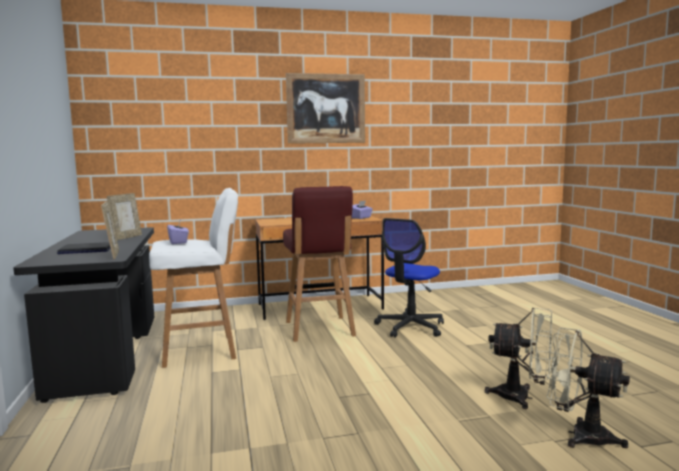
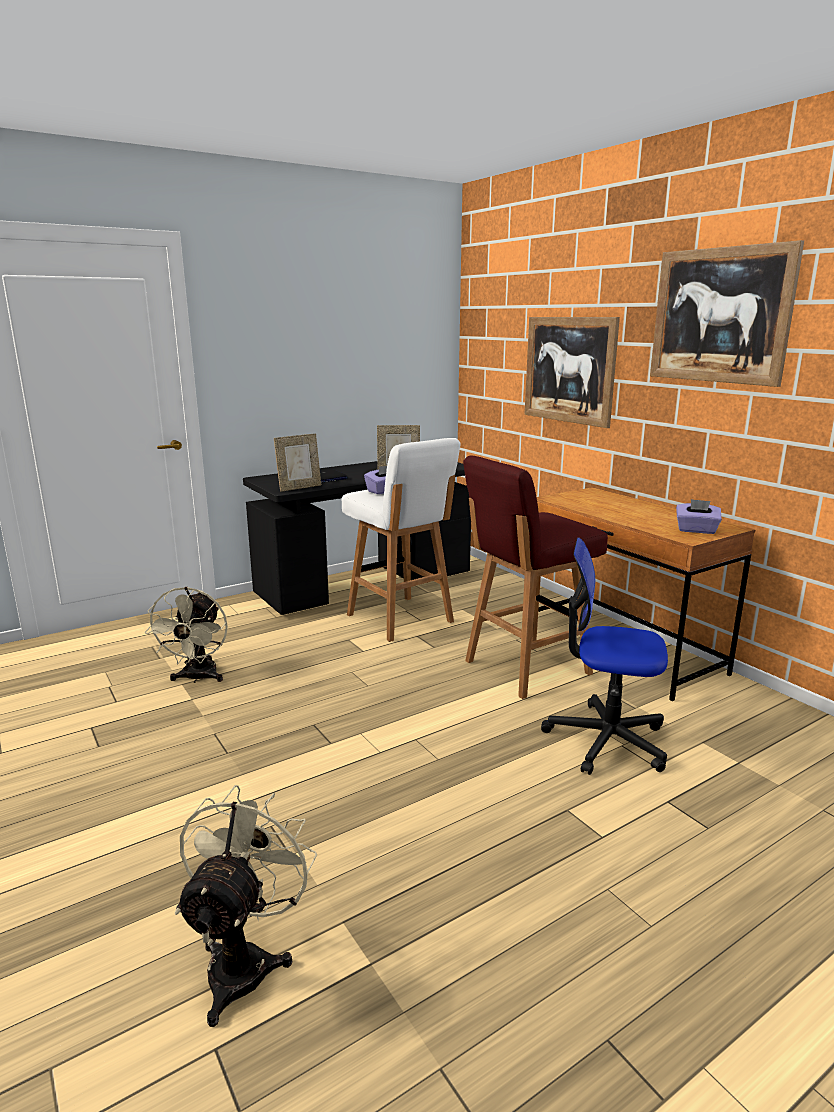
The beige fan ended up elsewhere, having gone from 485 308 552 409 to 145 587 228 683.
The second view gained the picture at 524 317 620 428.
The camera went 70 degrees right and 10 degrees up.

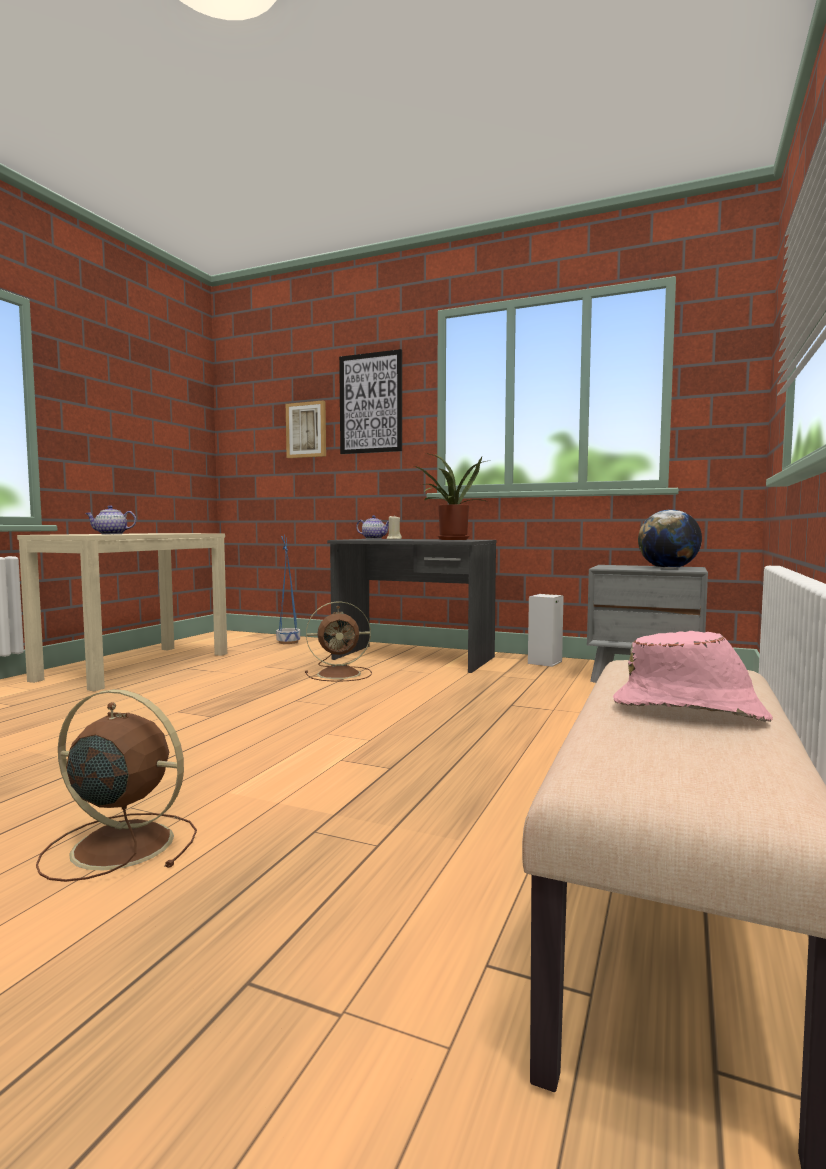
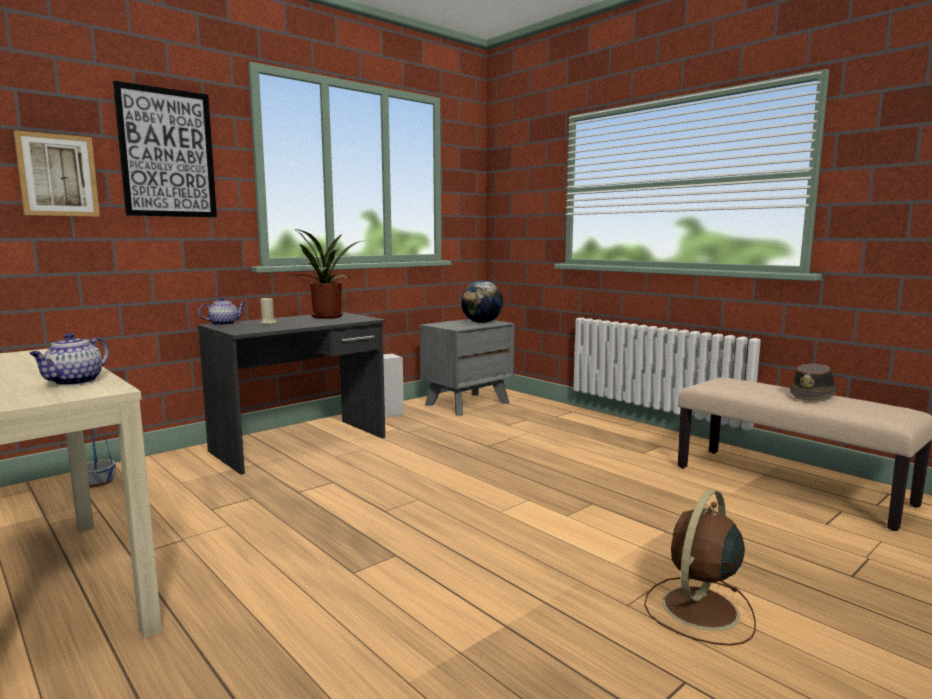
The second view lost the brown fan at 305 601 372 682.
What was the pink hat at 613 631 773 722 turned into the brown hat at 790 364 838 400.
The camera went 65 degrees left and 5 degrees up.

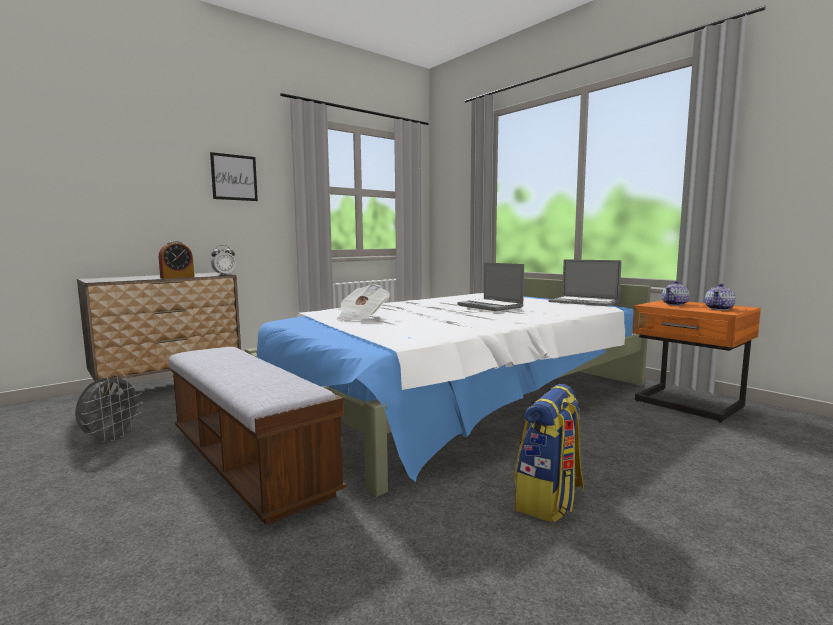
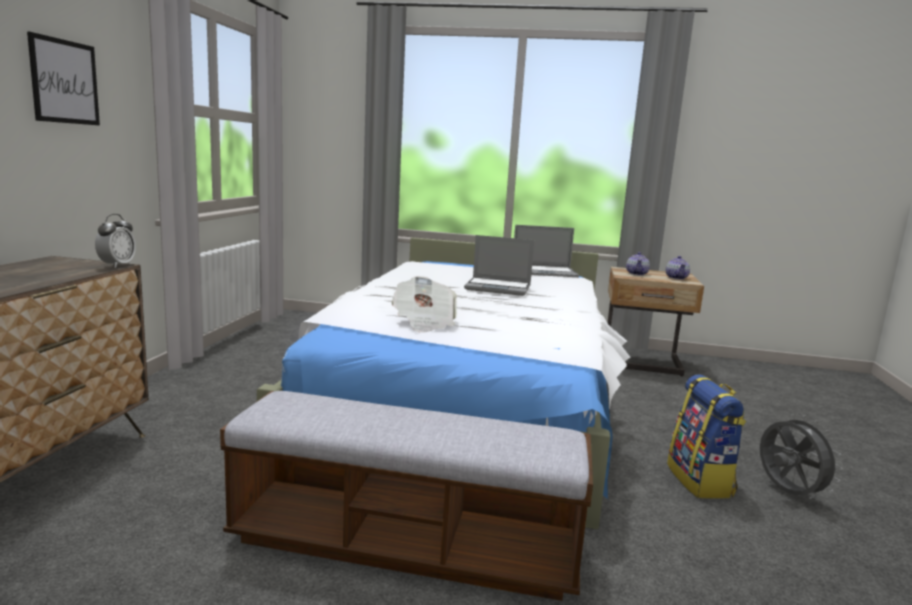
The grey fan ended up elsewhere, having gone from 75 374 143 442 to 760 415 843 498.
The second view lost the alarm clock at 159 241 194 278.
What was the orange nightstand at 632 300 761 423 turned into the beige nightstand at 607 267 704 376.
The camera went 40 degrees left and 5 degrees up.

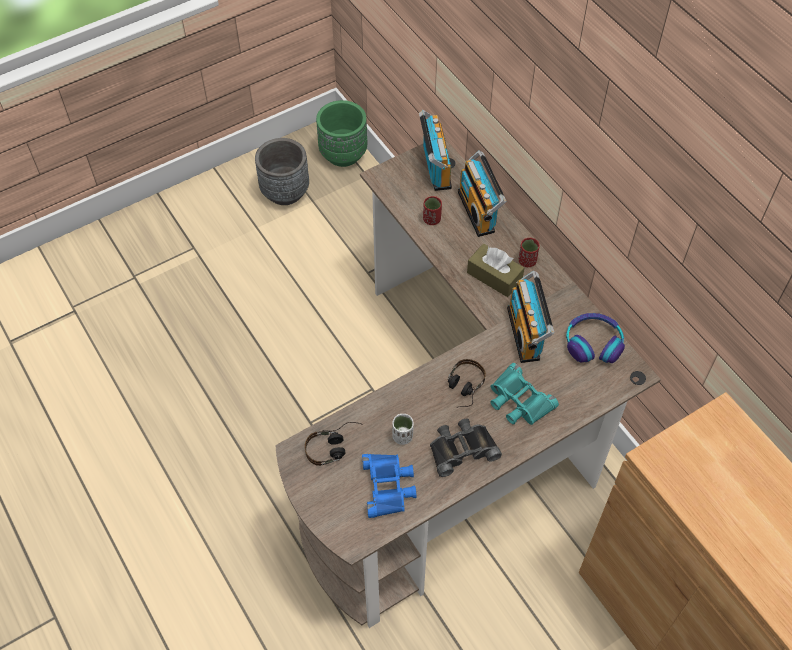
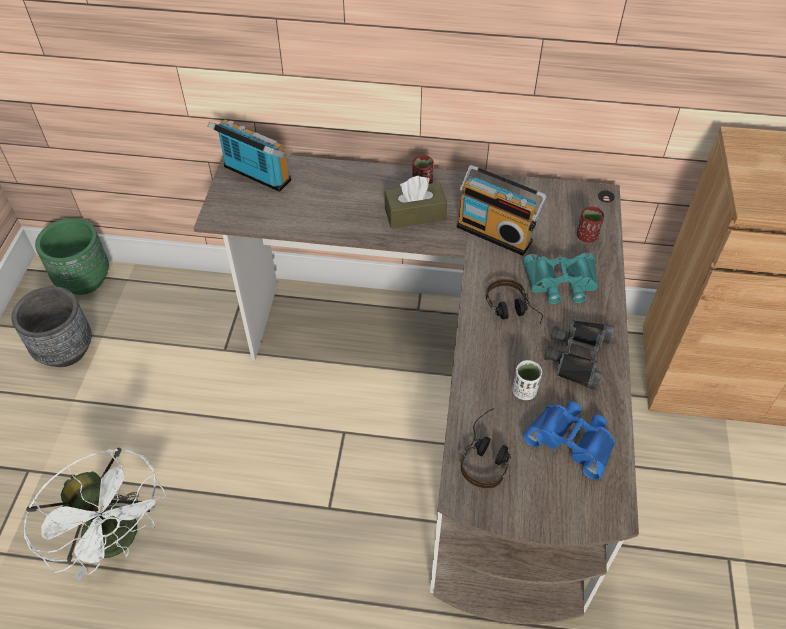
The red cup ended up elsewhere, having gone from 423 196 442 225 to 577 207 604 243.
The second view lost the radio at 458 150 506 237.
The second view lost the headphones at 566 313 625 363.
The second view gained the white fan at 24 448 166 580.
The camera went 50 degrees left and 5 degrees down.

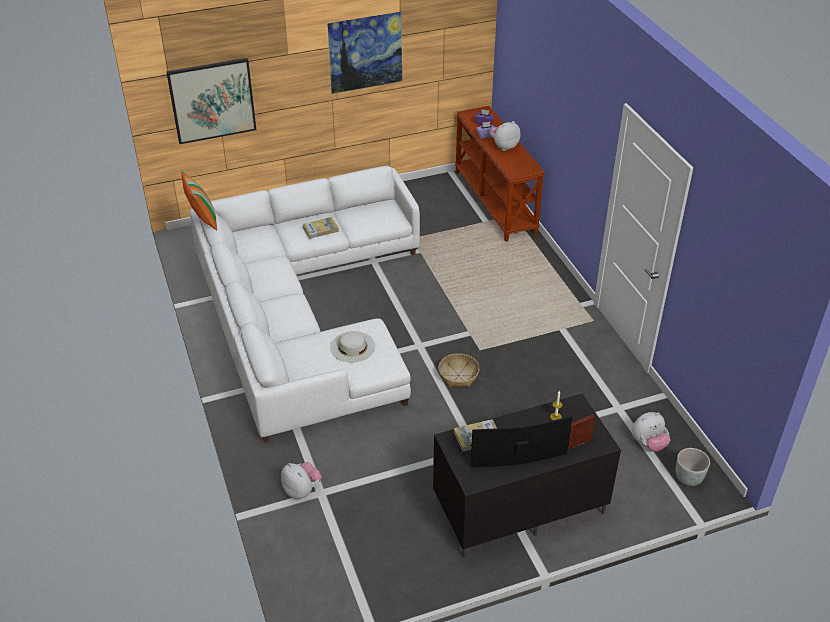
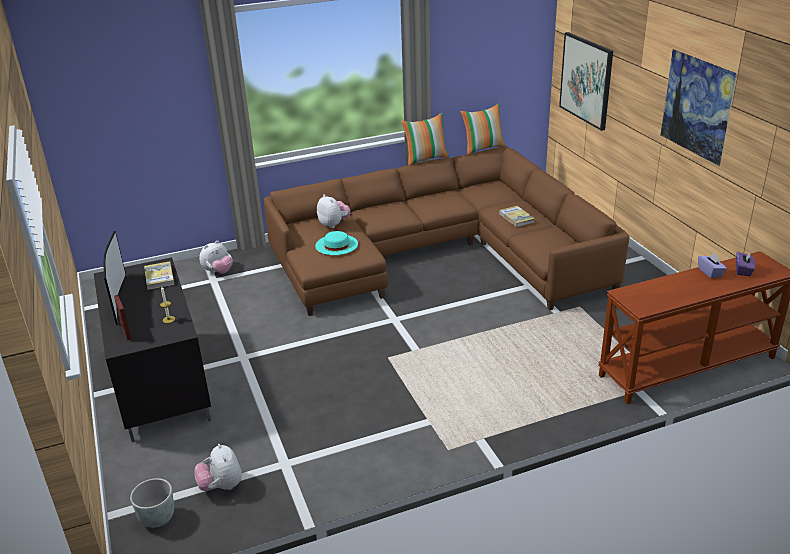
What was the white sofa at 190 166 420 443 turned into the brown sofa at 264 146 629 316.
What was the white hat at 330 331 375 362 turned into the turquoise hat at 315 231 358 255.
The second view lost the basket at 438 353 479 387.
The plush toy ended up elsewhere, having gone from 490 121 520 151 to 317 194 351 229.
The second view gained the pillow at 401 113 449 166.
The camera went 90 degrees right and 10 degrees down.

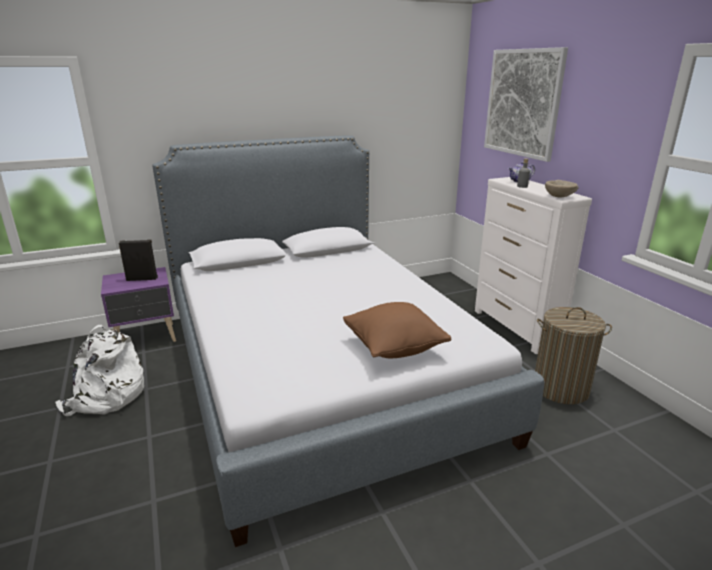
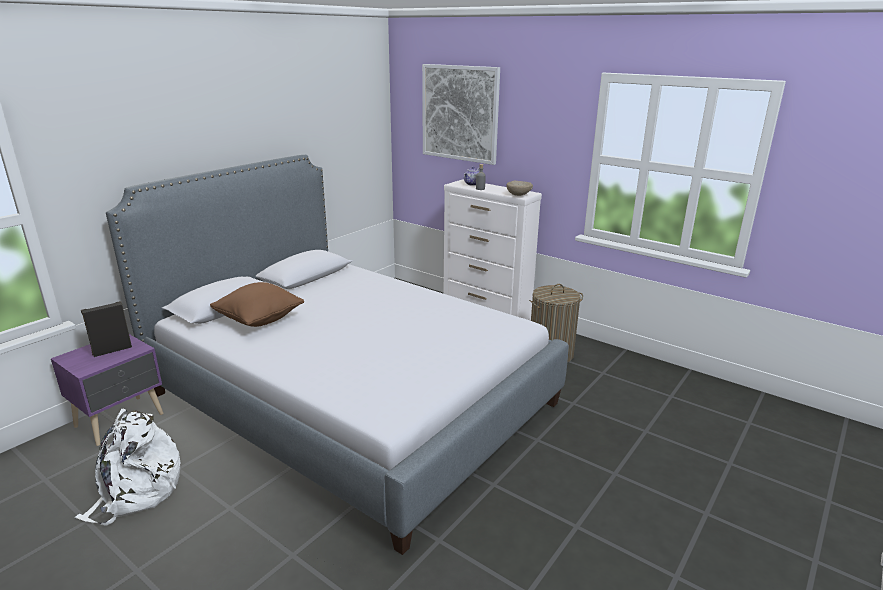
The brown pillow ended up elsewhere, having gone from 343 302 451 358 to 210 282 304 327.
The camera went 30 degrees left and 0 degrees up.

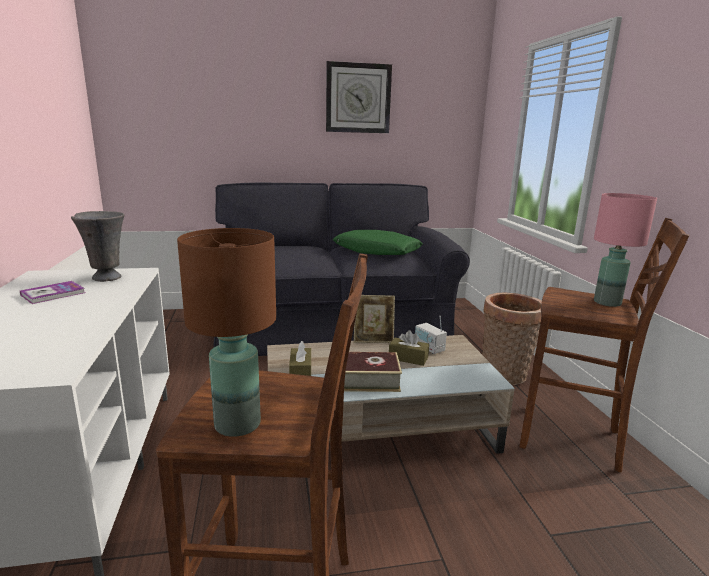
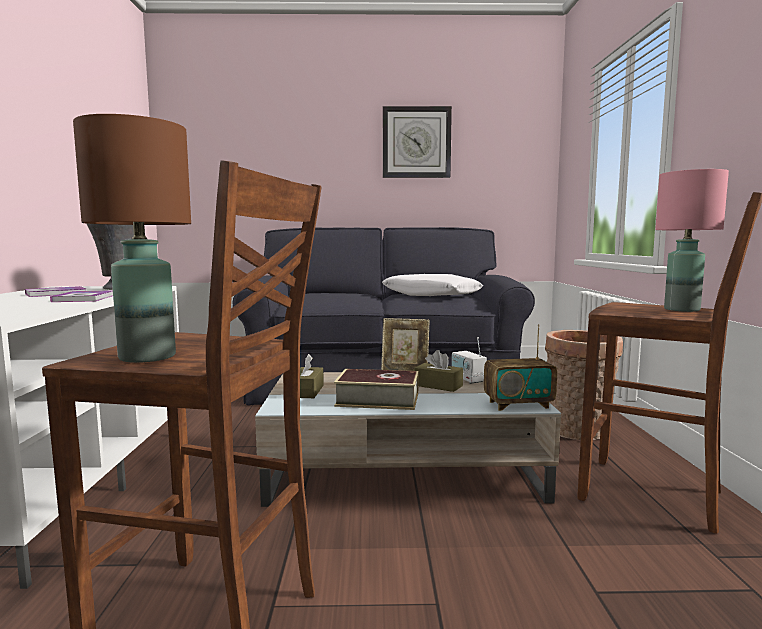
What was the green pillow at 333 230 423 255 turned into the white pillow at 382 274 483 296.
The second view gained the book at 50 290 113 302.
The second view gained the radio at 484 324 557 411.
The camera went 10 degrees right and 10 degrees down.

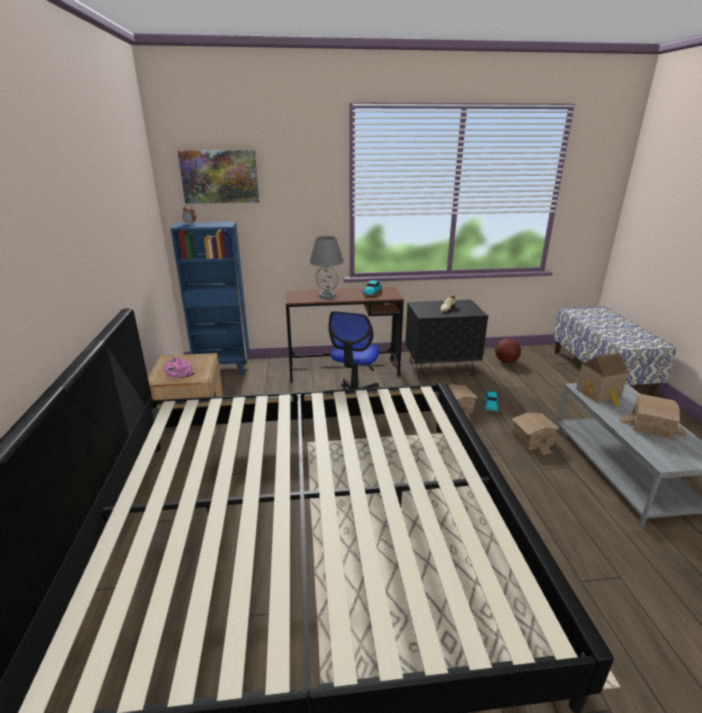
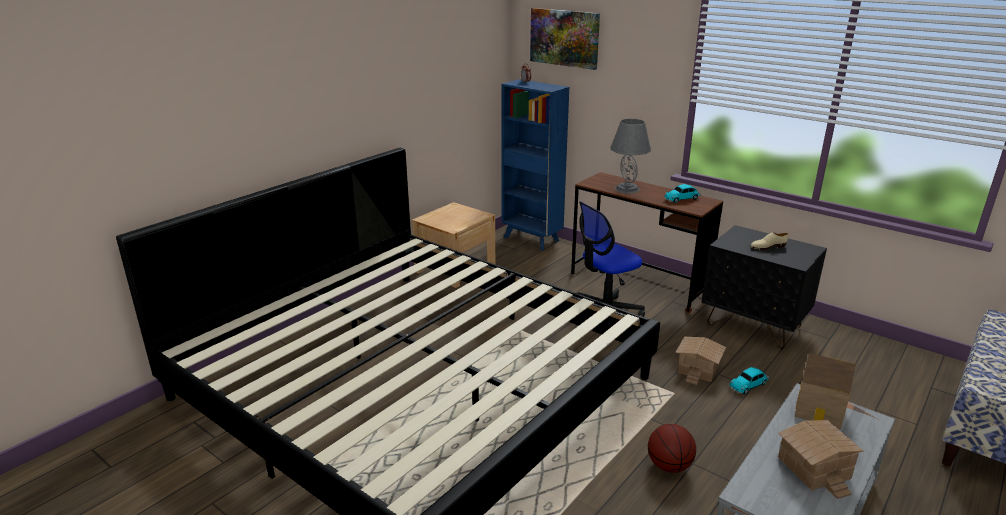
The second view lost the pink cap at 163 357 195 378.
The basketball ended up elsewhere, having gone from 495 339 521 363 to 648 424 696 473.
The second view lost the toy house at 512 412 560 455.
The camera went 45 degrees right and 0 degrees up.

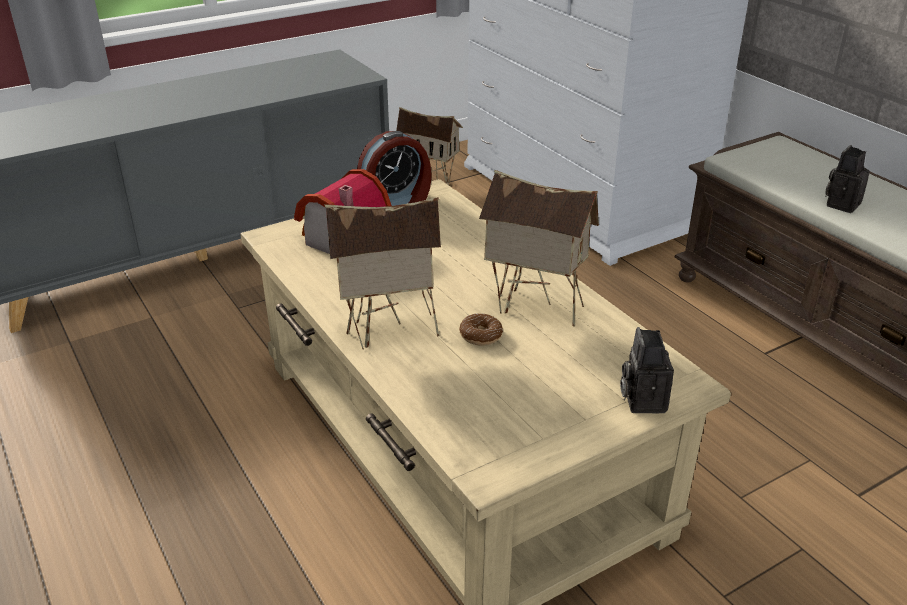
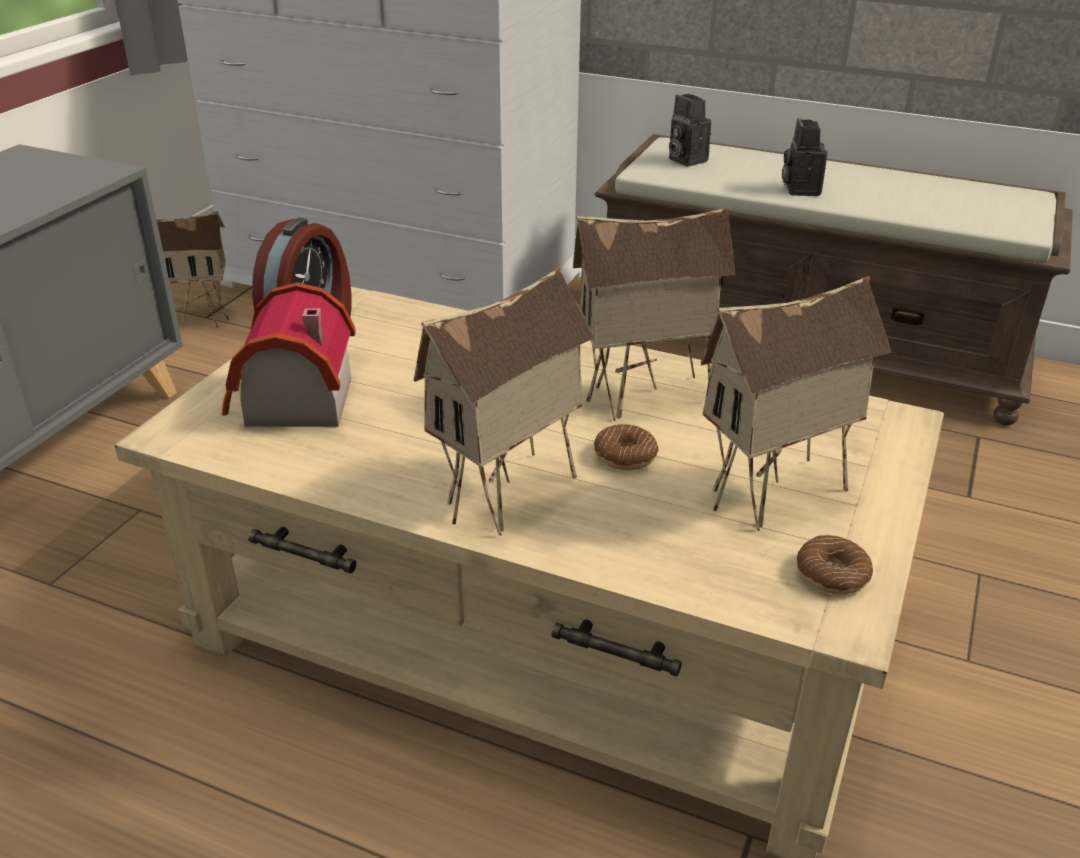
The photo camera ended up elsewhere, having gone from 620 327 674 413 to 669 94 711 167.
The second view gained the toy house at 701 276 892 531.
The second view gained the donut at 797 535 873 594.
The camera went 35 degrees left and 0 degrees up.

